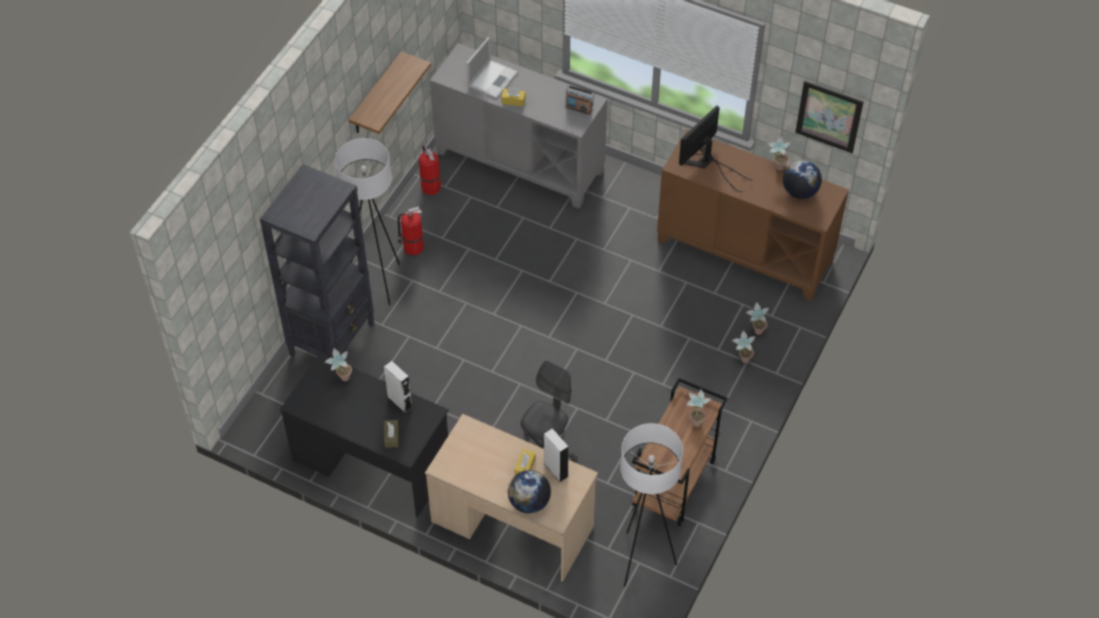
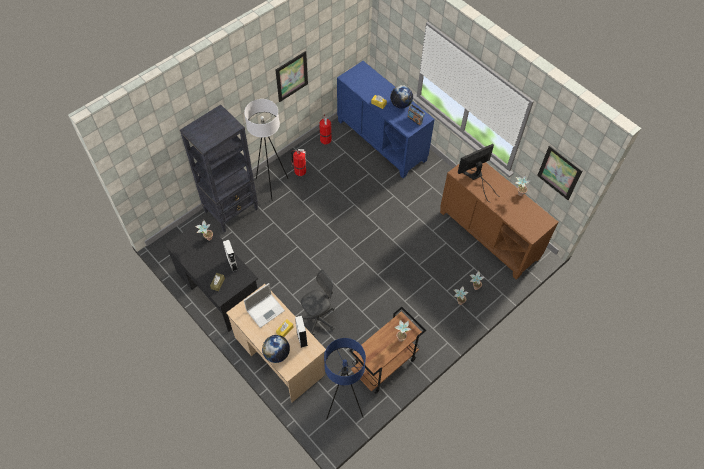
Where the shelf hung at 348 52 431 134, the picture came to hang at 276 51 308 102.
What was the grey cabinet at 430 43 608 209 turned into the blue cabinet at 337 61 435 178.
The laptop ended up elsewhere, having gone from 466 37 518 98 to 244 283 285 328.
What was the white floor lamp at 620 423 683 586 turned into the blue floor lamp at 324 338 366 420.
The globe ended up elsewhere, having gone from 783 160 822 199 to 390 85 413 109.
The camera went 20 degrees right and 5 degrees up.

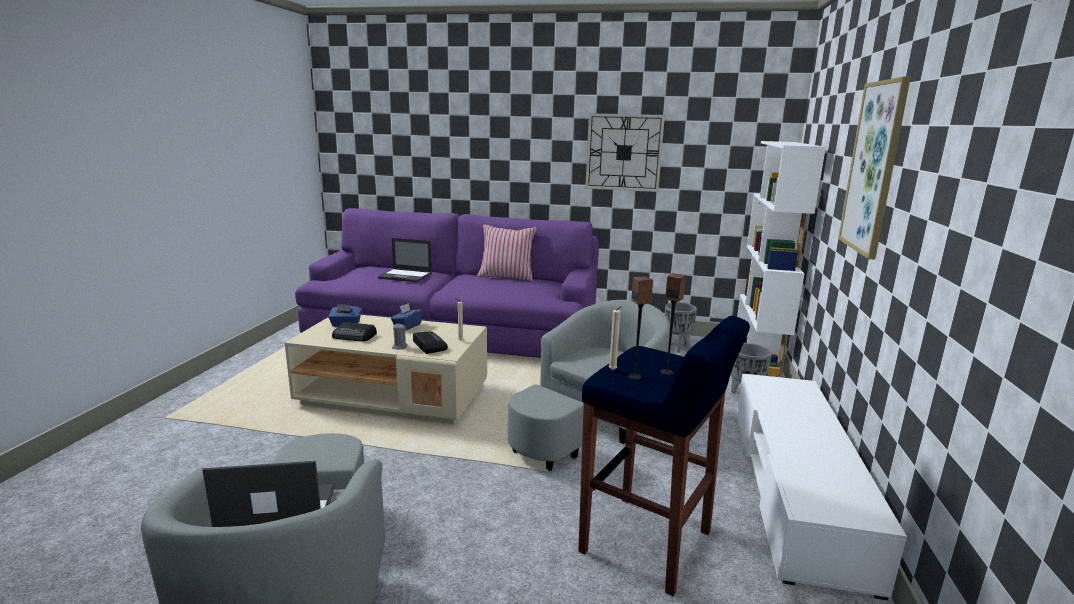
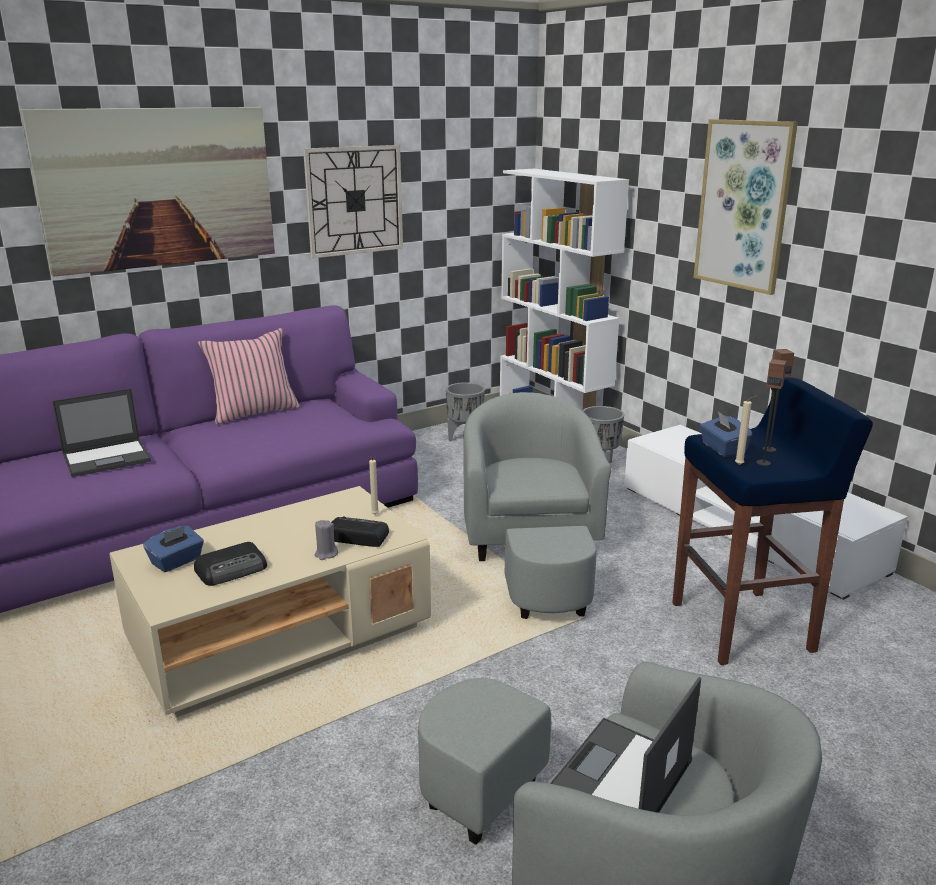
The blue tissue box ended up elsewhere, having gone from 391 303 423 331 to 700 411 753 457.
The second view gained the picture at 21 107 275 277.
The camera went 45 degrees left and 5 degrees up.

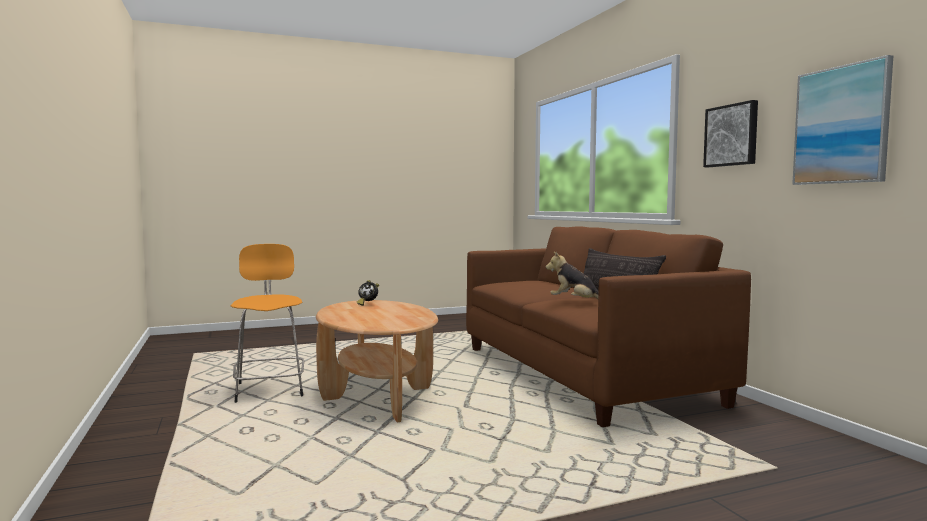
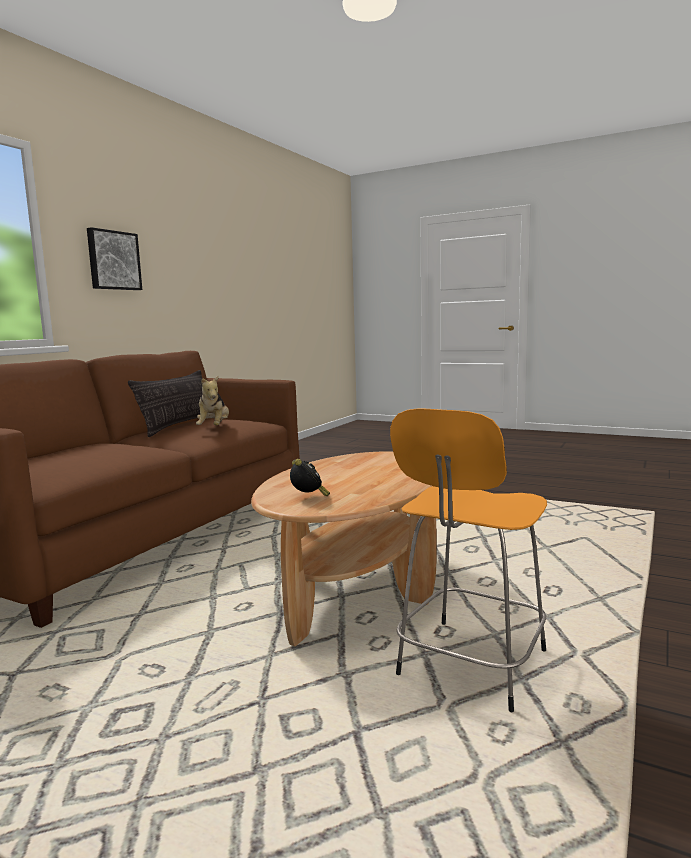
The second view lost the picture at 792 55 893 185.
The camera went 130 degrees left and 5 degrees up.

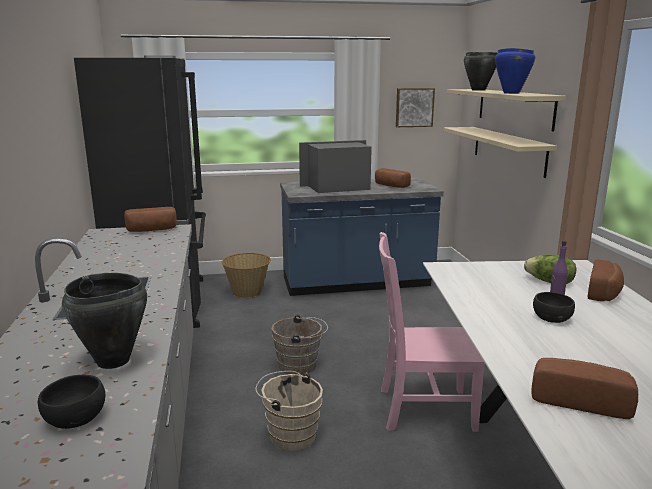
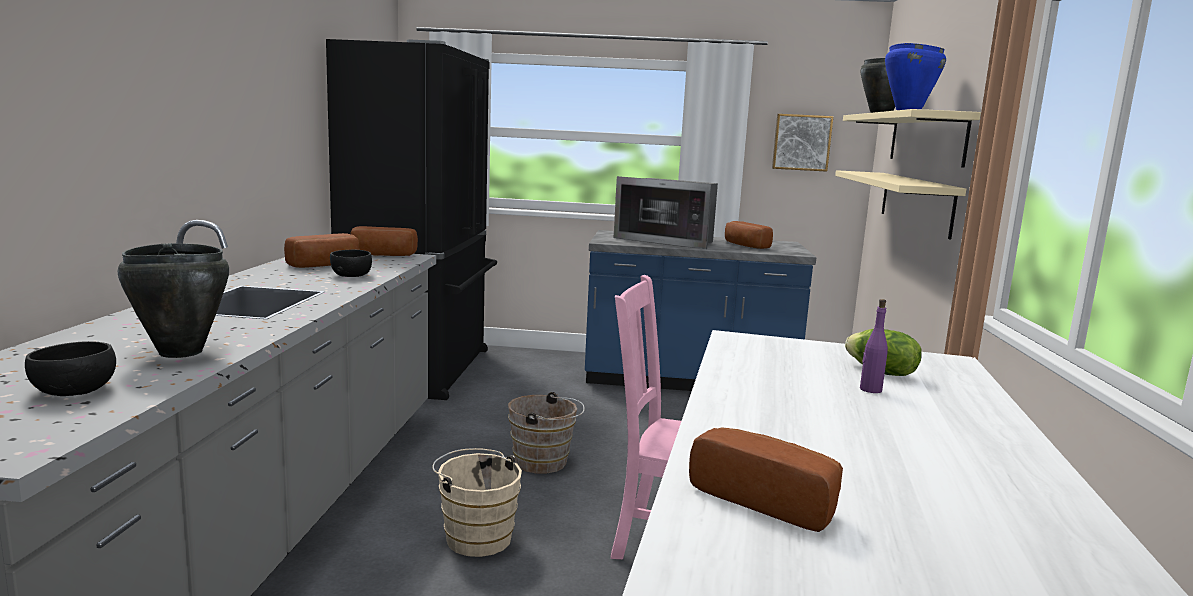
The second view lost the basket at 222 253 271 298.
The microwave at 299 140 372 193 ended up facing another way, 150 degrees counterclockwise from before.
The black bowl ended up elsewhere, having gone from 533 292 575 323 to 330 250 372 277.
The bread ended up elsewhere, having gone from 588 259 624 301 to 284 233 359 268.
The camera went 15 degrees right and 5 degrees down.

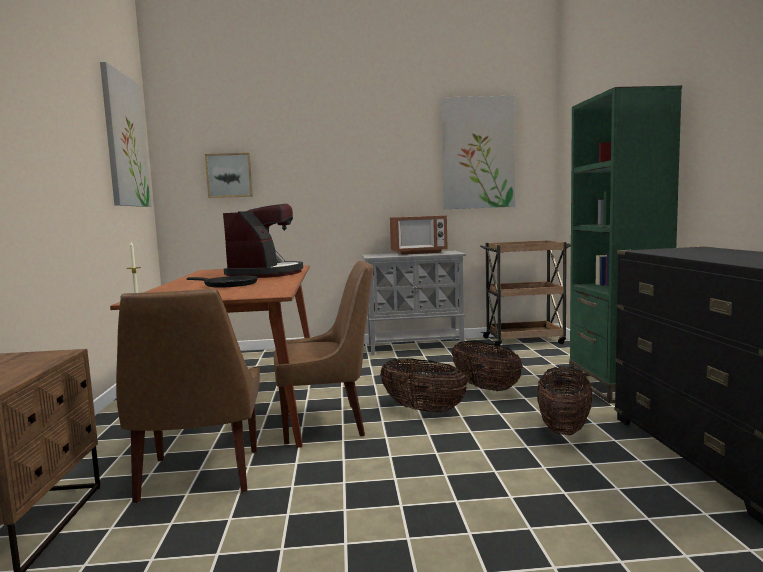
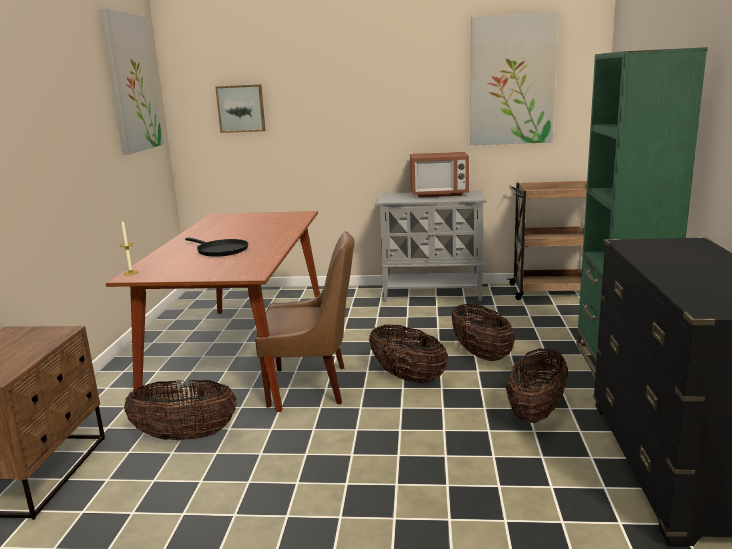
Where the brown chair stood at 116 289 260 503, the basket came to stand at 124 380 236 440.
The second view lost the coffee machine at 223 204 303 278.
The camera went 10 degrees right and 10 degrees up.

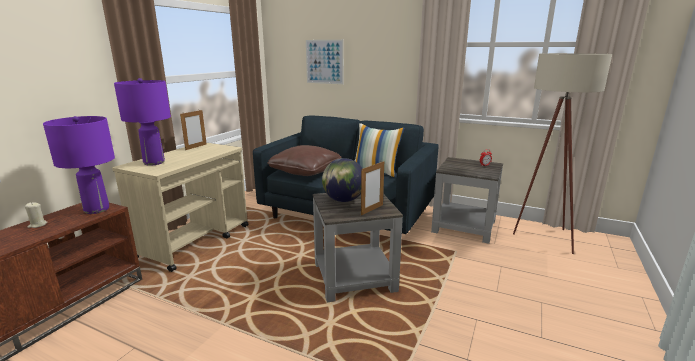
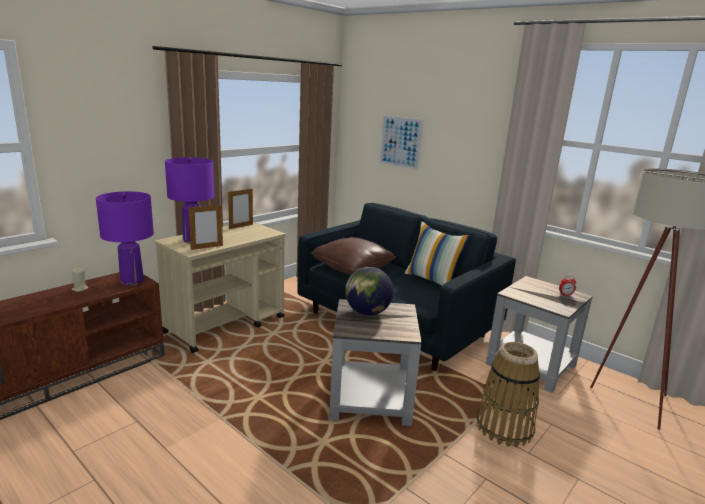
The picture frame ended up elsewhere, having gone from 361 161 384 215 to 188 204 223 250.
The second view gained the basket at 477 342 540 447.
The camera went 15 degrees right and 0 degrees up.

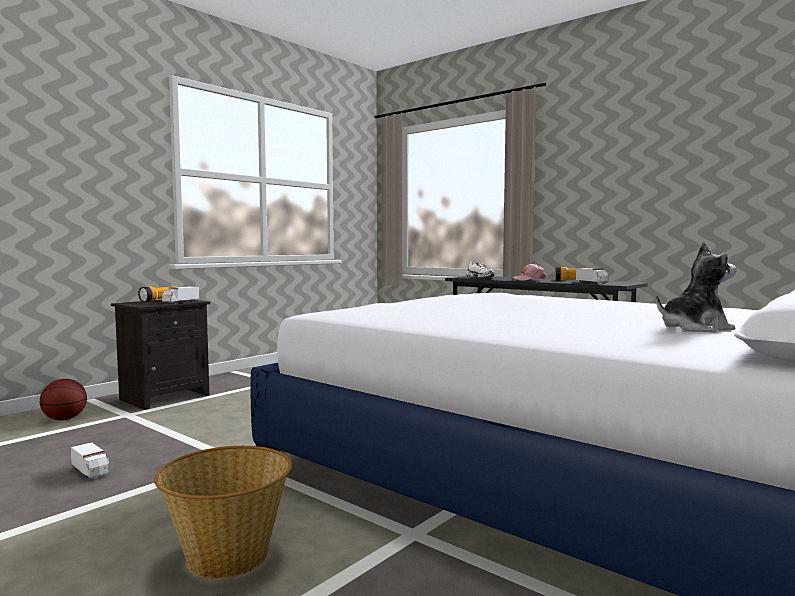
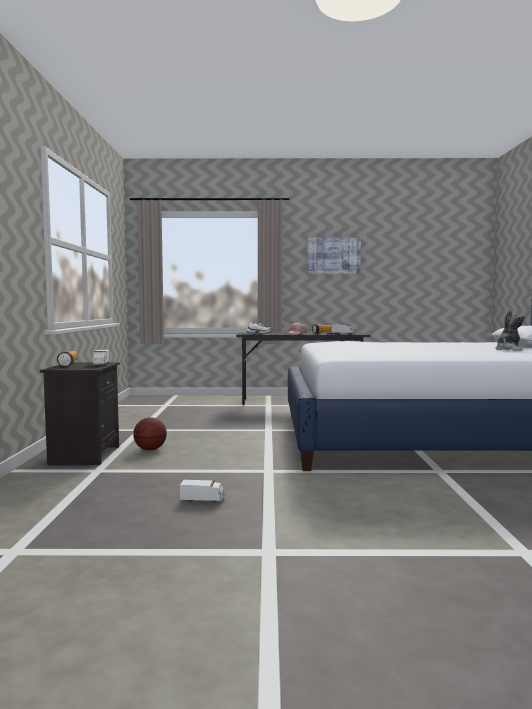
The basketball ended up elsewhere, having gone from 40 379 87 420 to 133 417 167 450.
The second view lost the basket at 154 446 292 579.
The second view gained the picture at 307 238 361 274.
The camera went 40 degrees left and 0 degrees up.

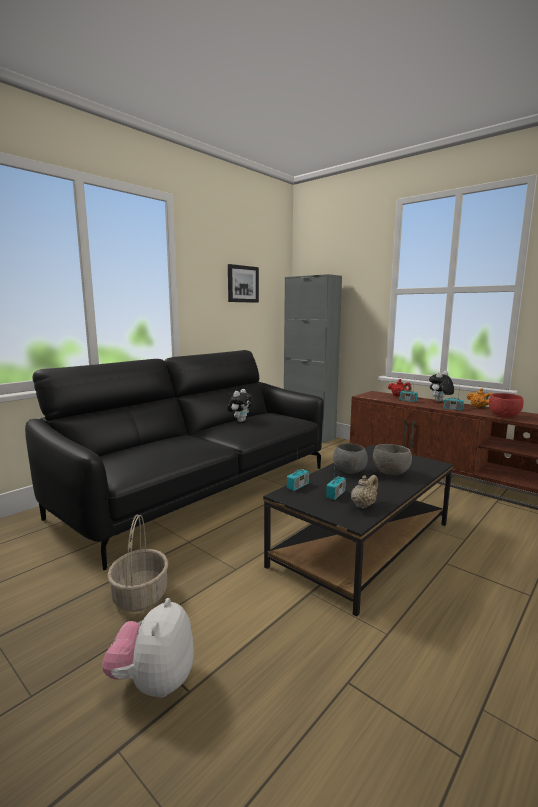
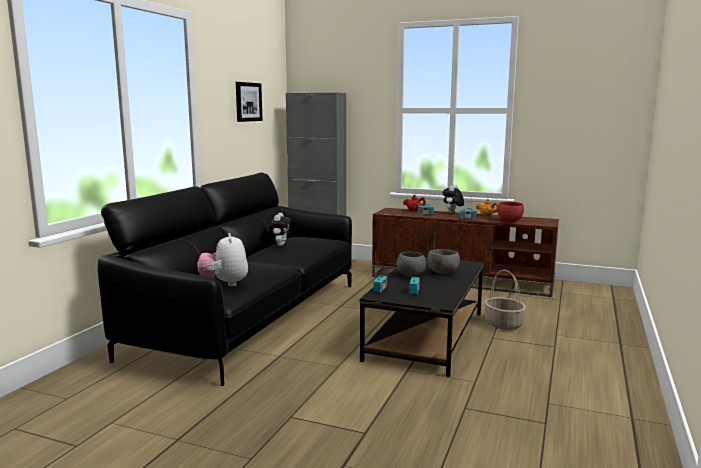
The plush toy ended up elsewhere, having gone from 102 598 194 698 to 197 233 248 286.
The basket ended up elsewhere, having gone from 107 514 168 612 to 484 270 526 330.
The second view lost the beige teapot at 351 475 378 509.
The camera went 20 degrees left and 0 degrees up.

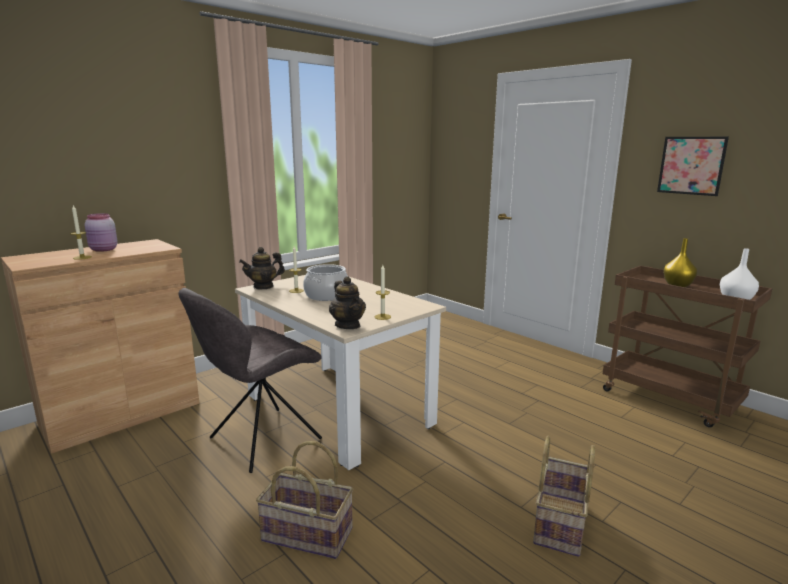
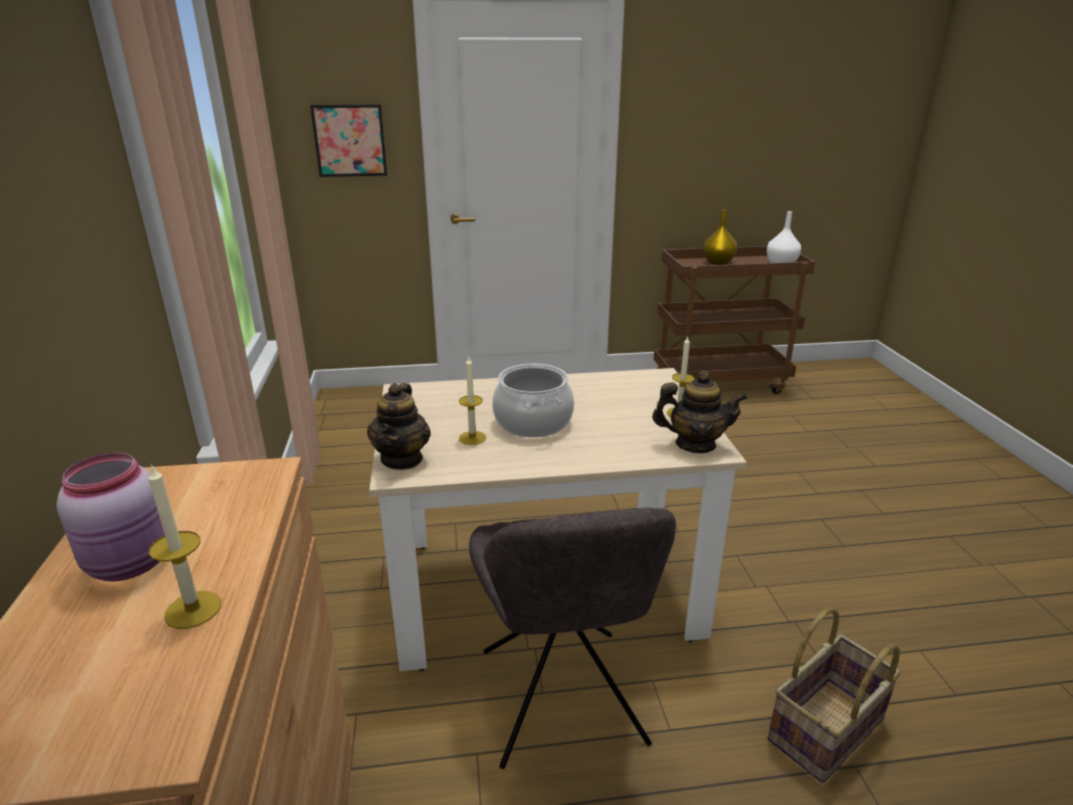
The second view lost the basket at 533 436 595 557.
The picture ended up elsewhere, having gone from 657 137 729 196 to 310 104 387 177.
The camera went 55 degrees left and 10 degrees up.

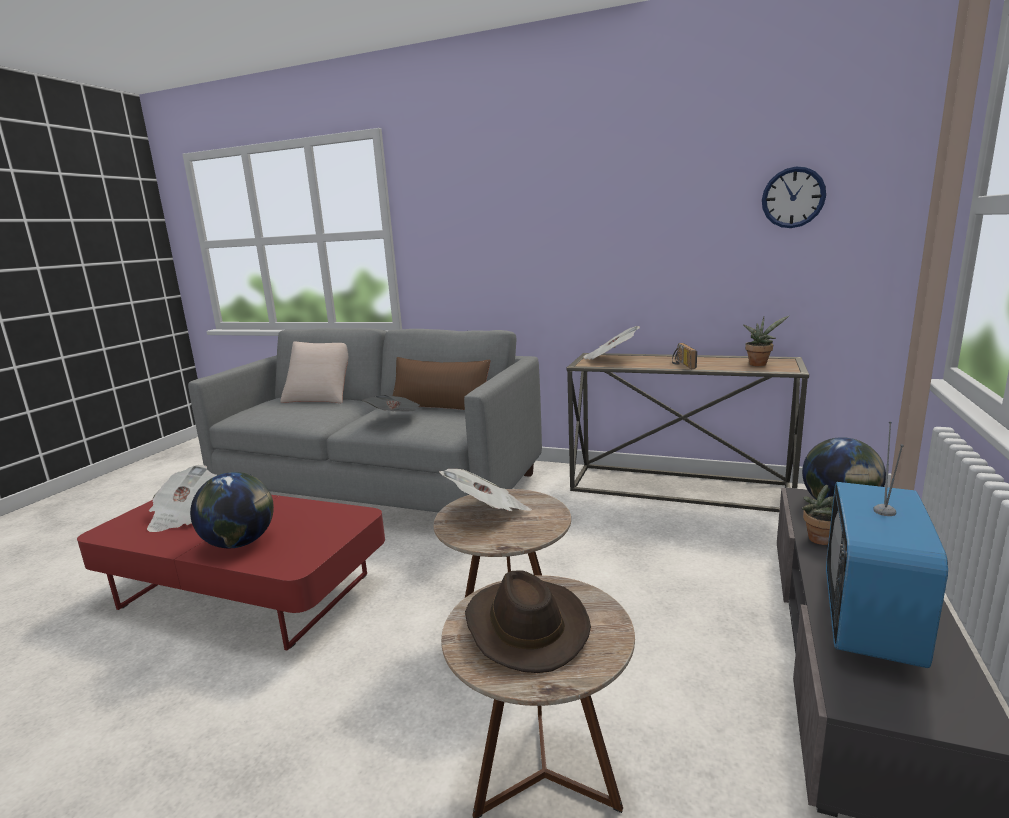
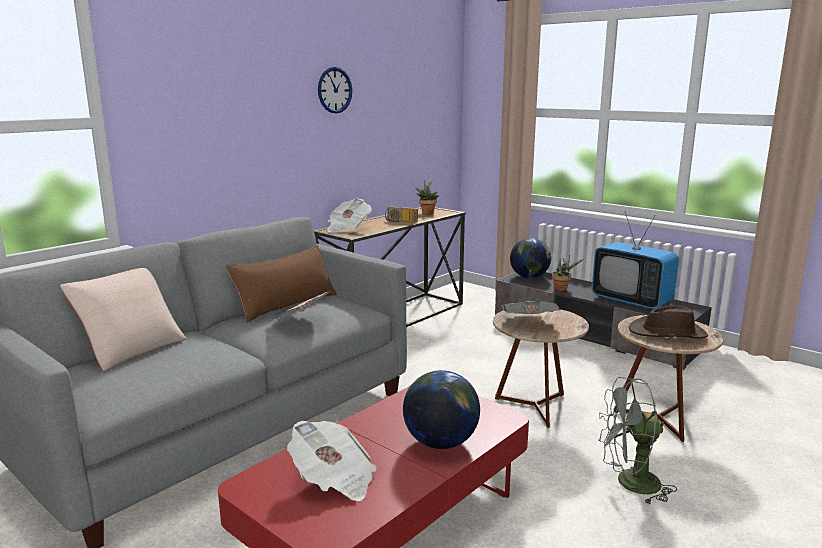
The wall clock ended up elsewhere, having gone from 762 167 826 228 to 318 67 352 114.
The second view gained the grey fan at 598 377 677 505.
The camera went 70 degrees left and 0 degrees up.

